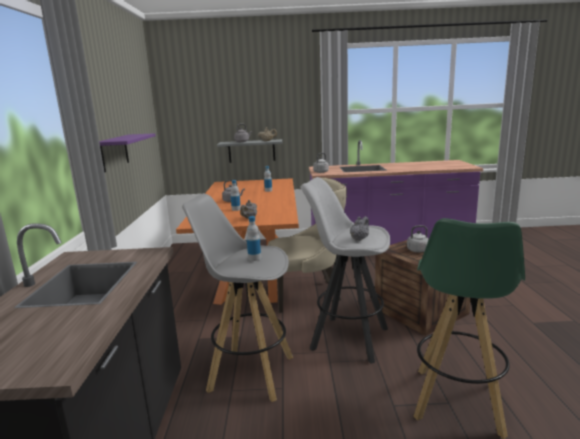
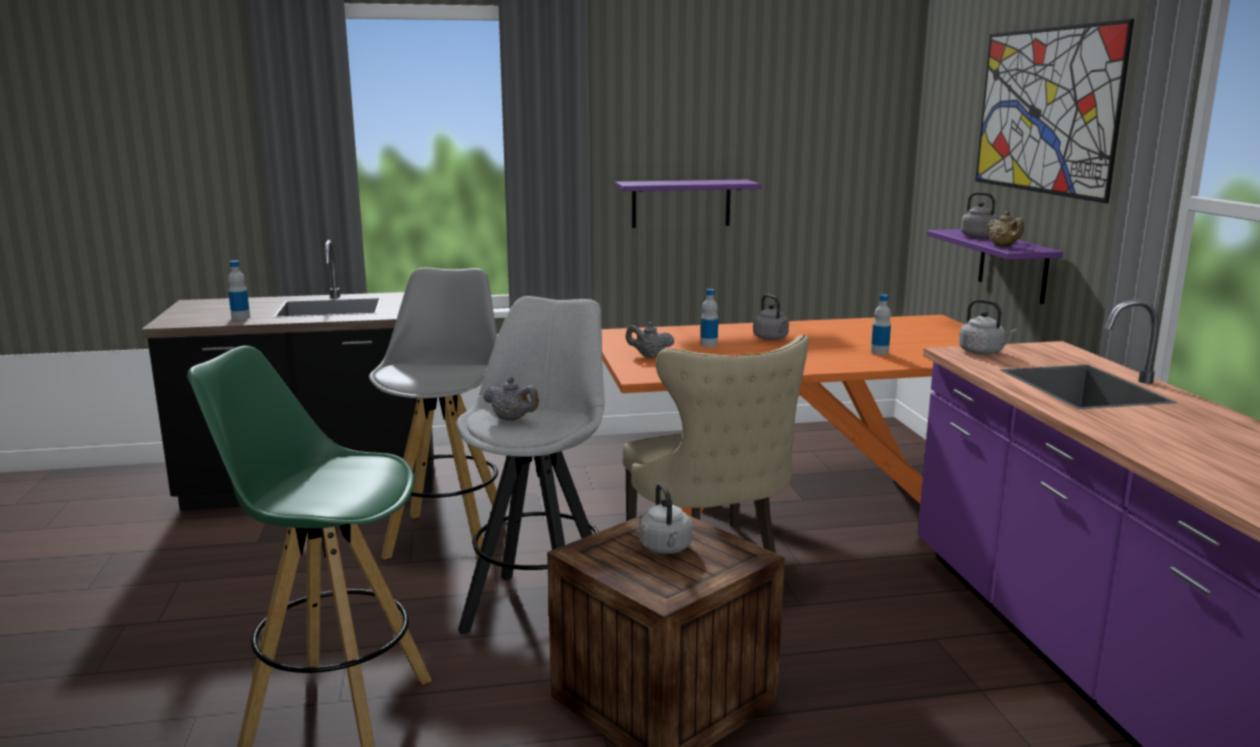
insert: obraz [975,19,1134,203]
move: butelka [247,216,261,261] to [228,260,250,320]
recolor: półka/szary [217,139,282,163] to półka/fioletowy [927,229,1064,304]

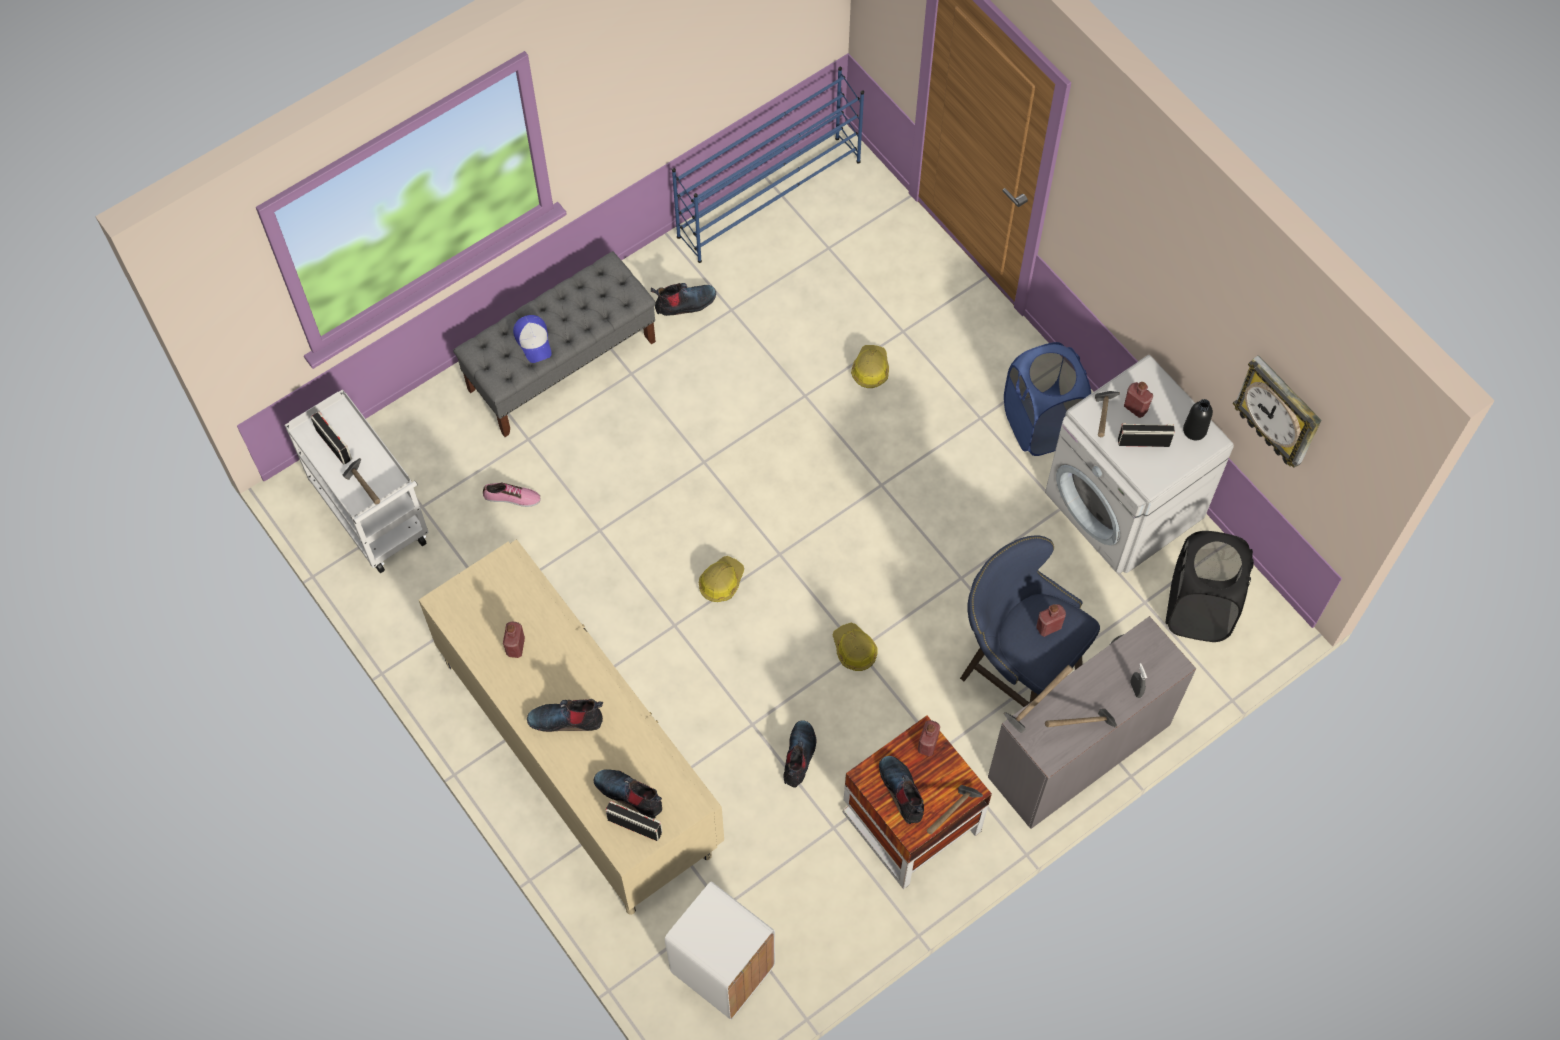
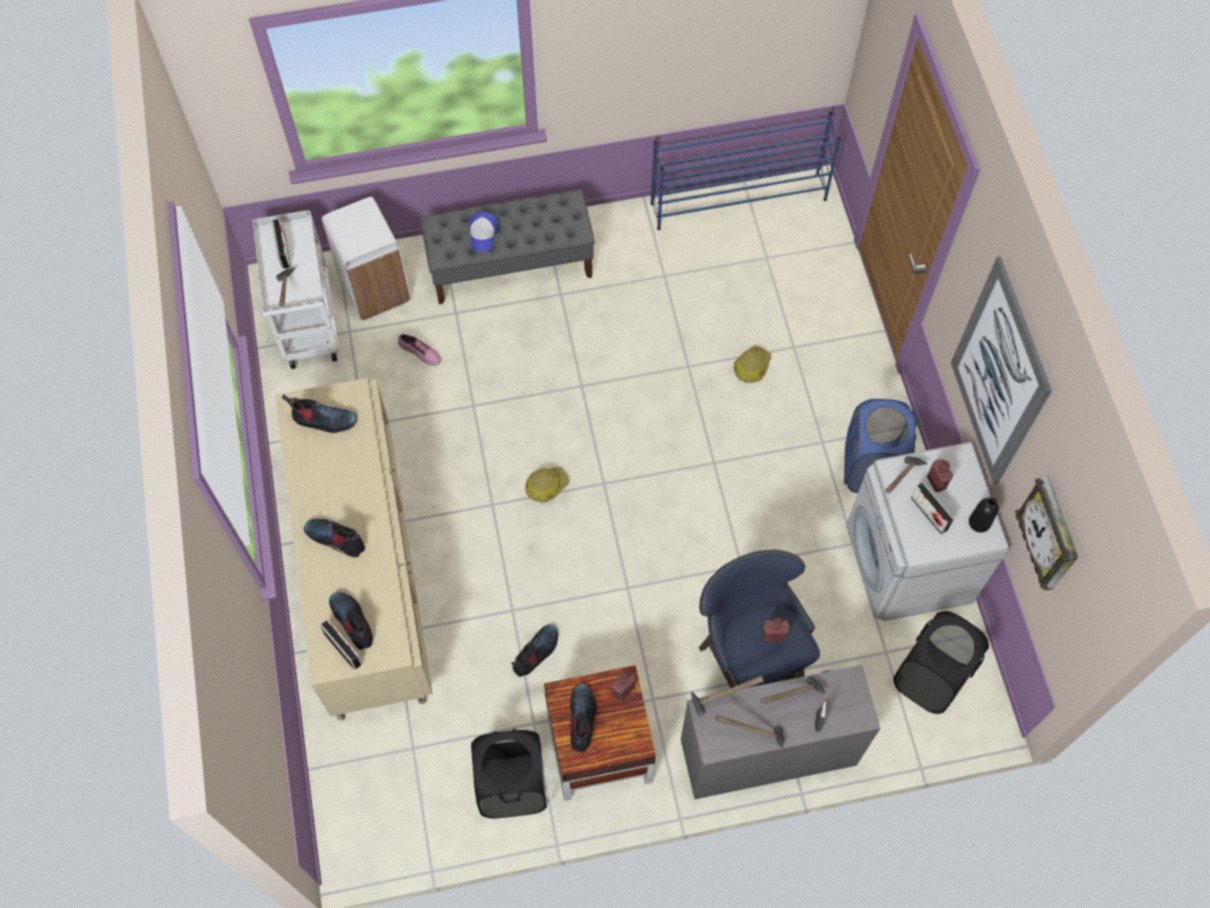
delete: butelka/czerwony [503,621,525,658]; kask [833,623,878,671]
insert: kosz na pranie/czarny [471,729,547,819]; obraz [951,256,1052,485]
move: but z cholewką [651,283,716,316] to [282,395,357,433]; kosz na śmieci/biały [665,881,775,1020] to [322,197,410,321]; młotek [927,785,983,834] to [761,676,826,705]
rotate: radio [1118,423,1175,447] = [911,482,954,534] 150 degrees counterclockwise

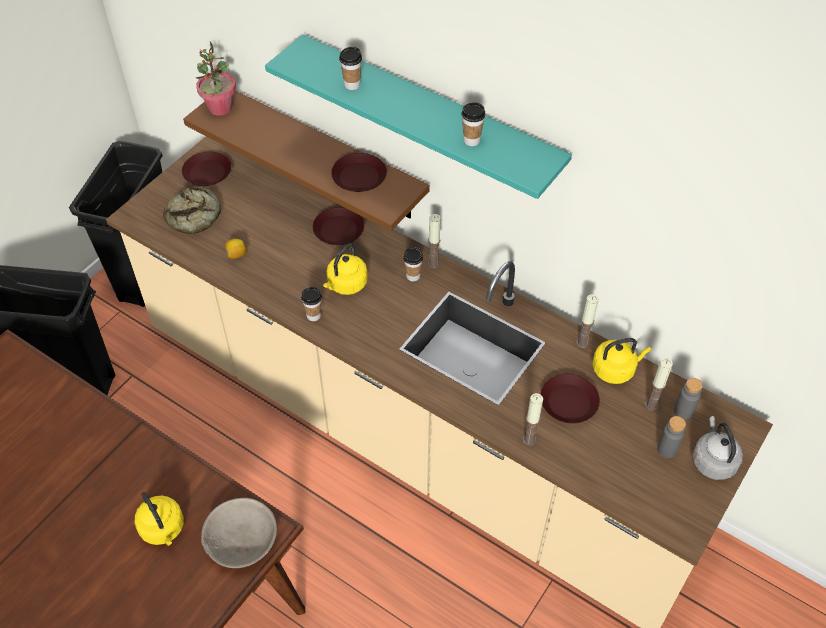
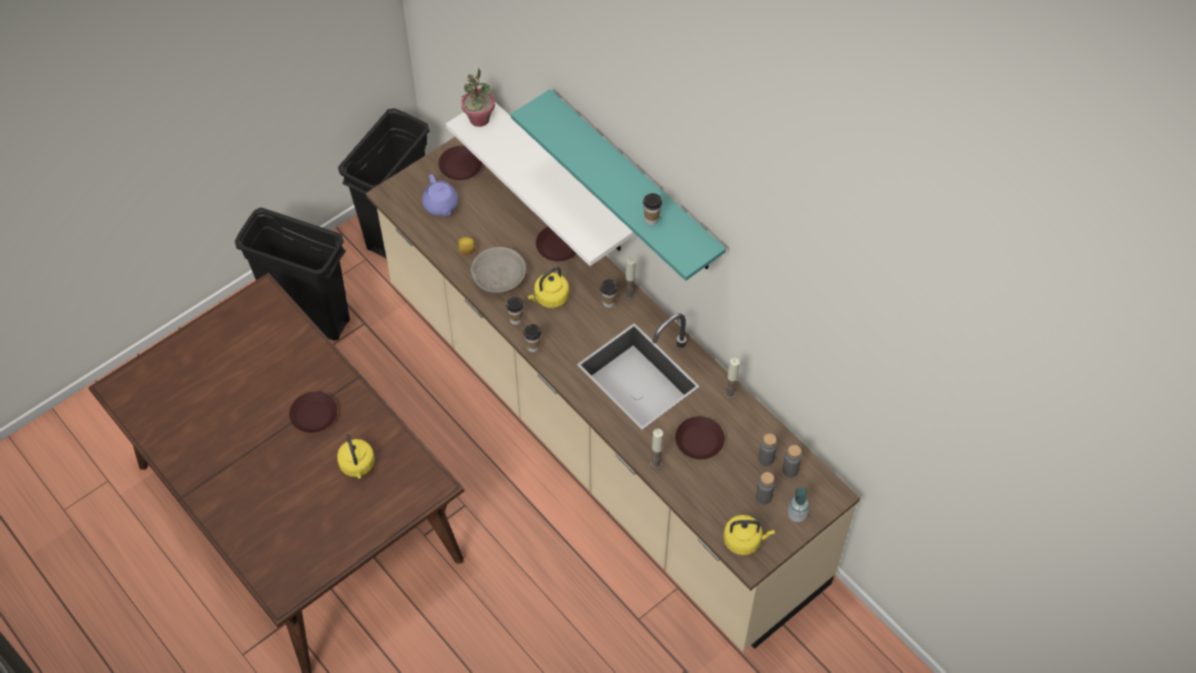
move: miska/szary [201,498,277,568] to [470,247,526,294]; talerz/brązowy [331,153,387,192] to [289,391,337,433]; filiżanka [339,47,362,90] to [523,324,541,352]; czajnik/żółty [593,338,651,384] to [723,515,775,555]
replace: chleb [163,187,221,234] to imbryk/fioletowy [422,174,459,217]; świeca [645,358,673,411] to butelka/szary [758,433,777,466]; czajnik/szary [693,416,743,480] to dozownik mydła [787,488,810,522]
recolor: półka/brązowy [183,90,430,231] to półka/biały [446,102,634,266]

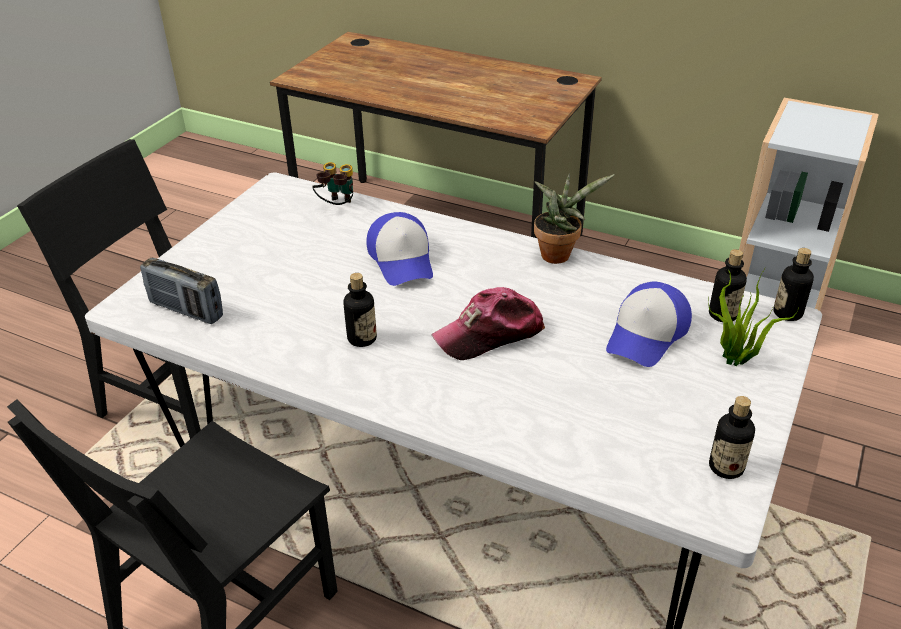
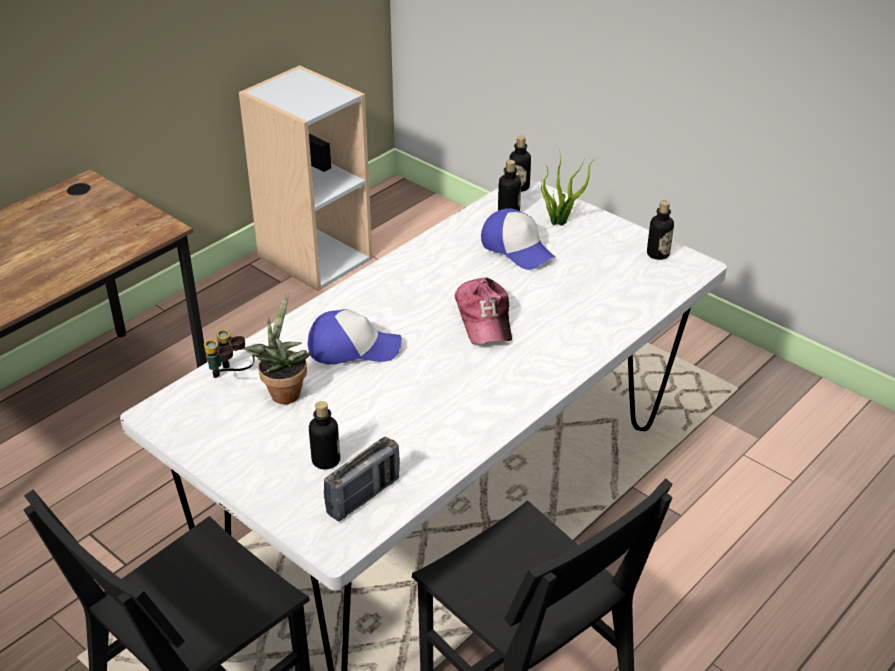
move: butelka [343,273,377,347] to [309,401,340,470]; roślina doniczkowa [534,173,615,264] to [243,293,311,404]

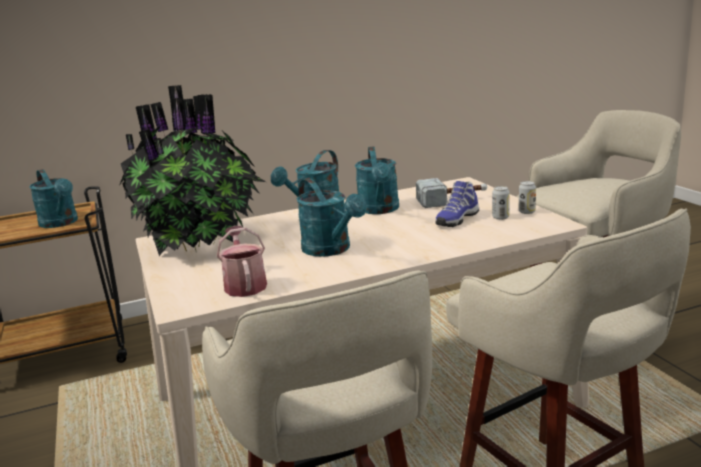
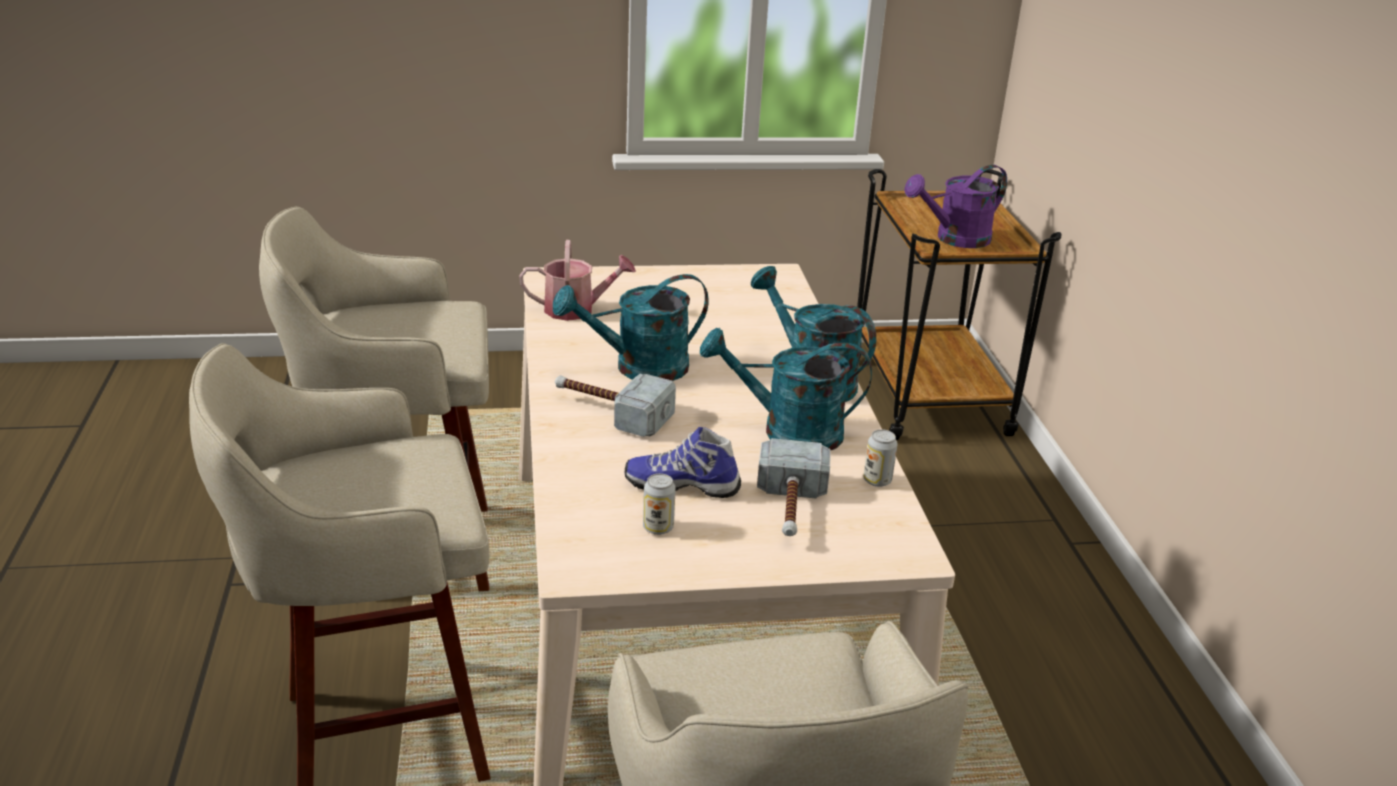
delete: roślina doniczkowa [120,85,266,256]
insert: młotek [555,374,676,437]
move: puszka [519,181,536,214] to [863,429,898,487]
recolor: konewka/turkusowy [29,169,78,228] to konewka/fioletowy [904,165,1007,248]
rotate: but [435,181,479,227] = [625,427,741,498] 45 degrees counterclockwise

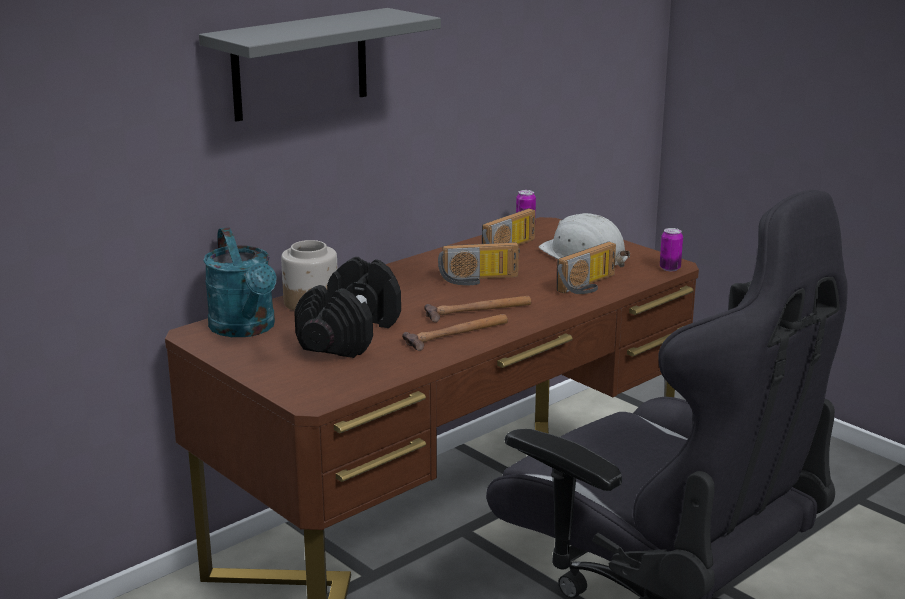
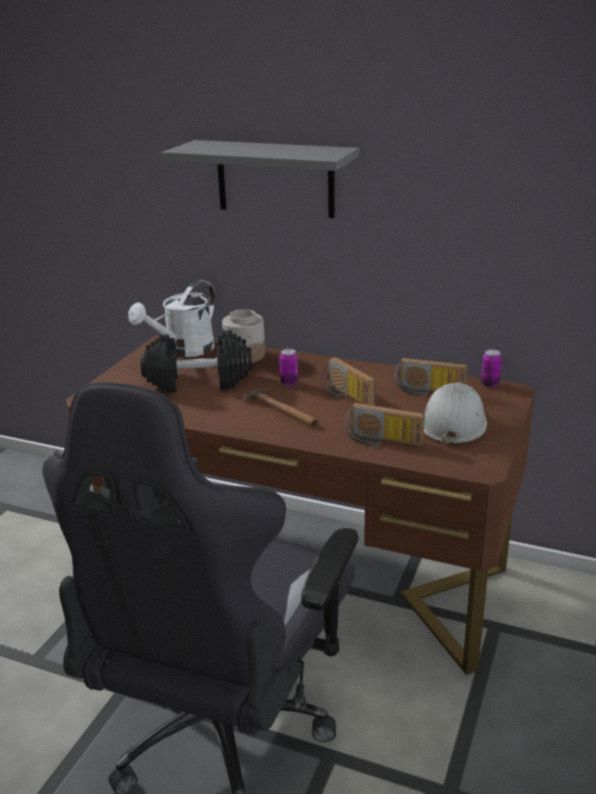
delete: młotek [402,314,508,351]
move: puszka [660,228,683,271] to [279,349,298,386]
recolor: konewka/turkusowy [203,227,277,337] to konewka/biały [128,280,215,357]

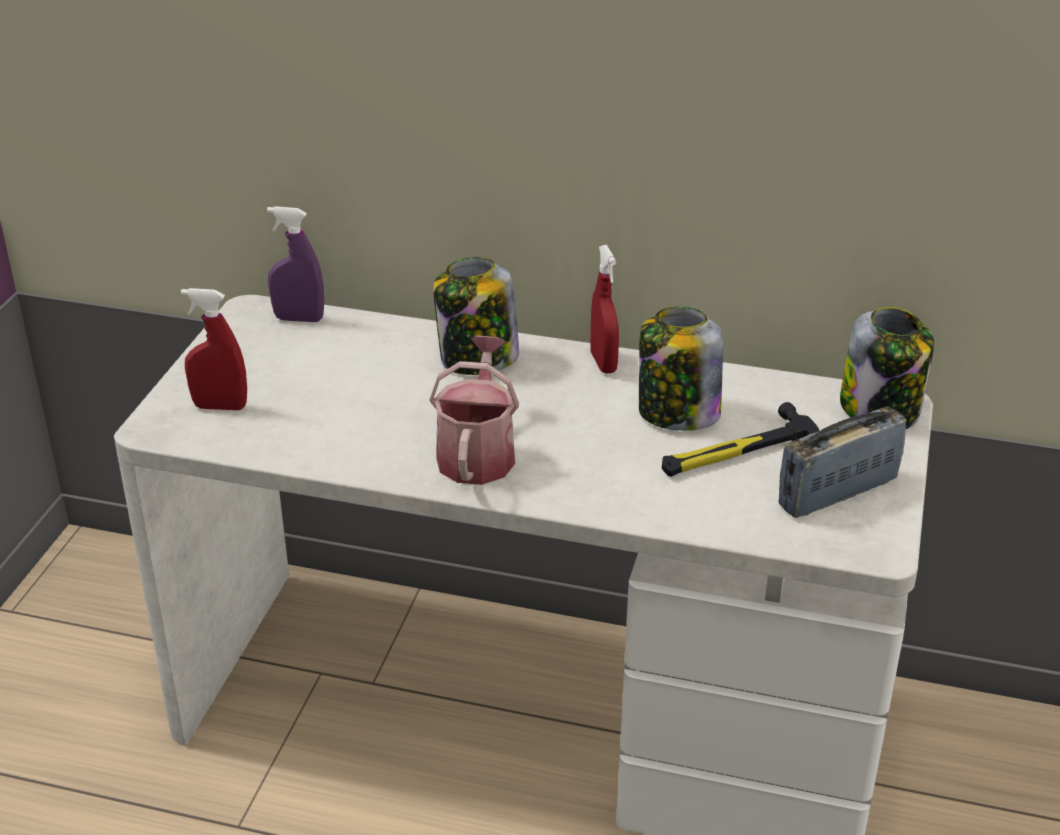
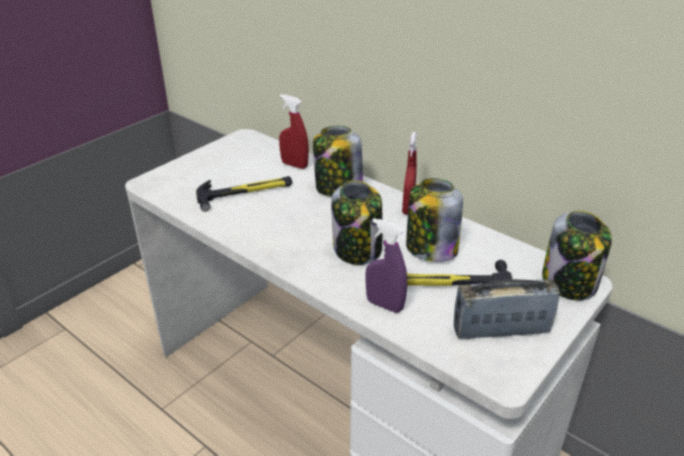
delete: konewka [429,336,519,485]
insert: młotek [196,176,292,212]; słoik [331,181,383,265]
move: spryskiwacz/czerwony [181,288,247,410] to [279,94,309,169]; spryskiwacz/fioletowy [267,206,324,322] to [365,218,407,313]

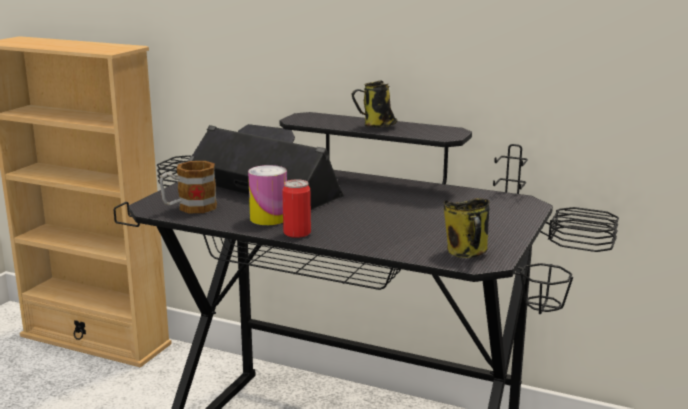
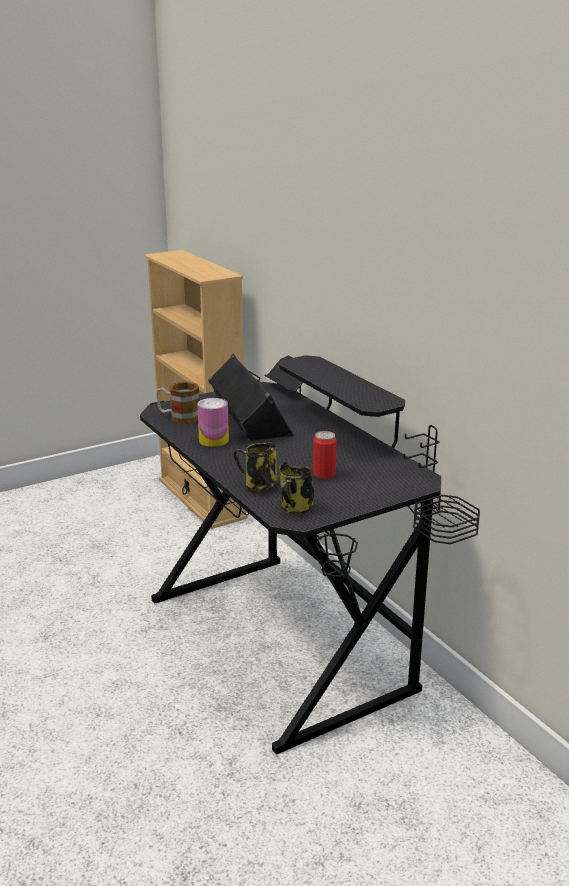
move: puszka [282,179,311,238] to [313,431,337,479]; kubek [351,81,397,128] to [234,442,278,491]

